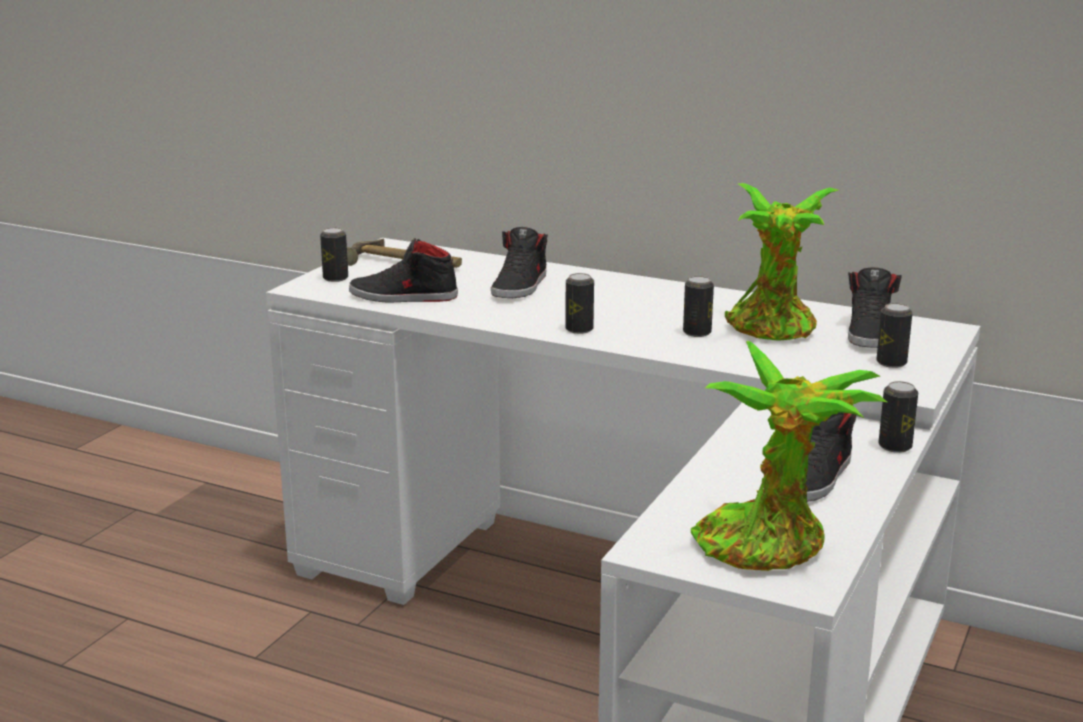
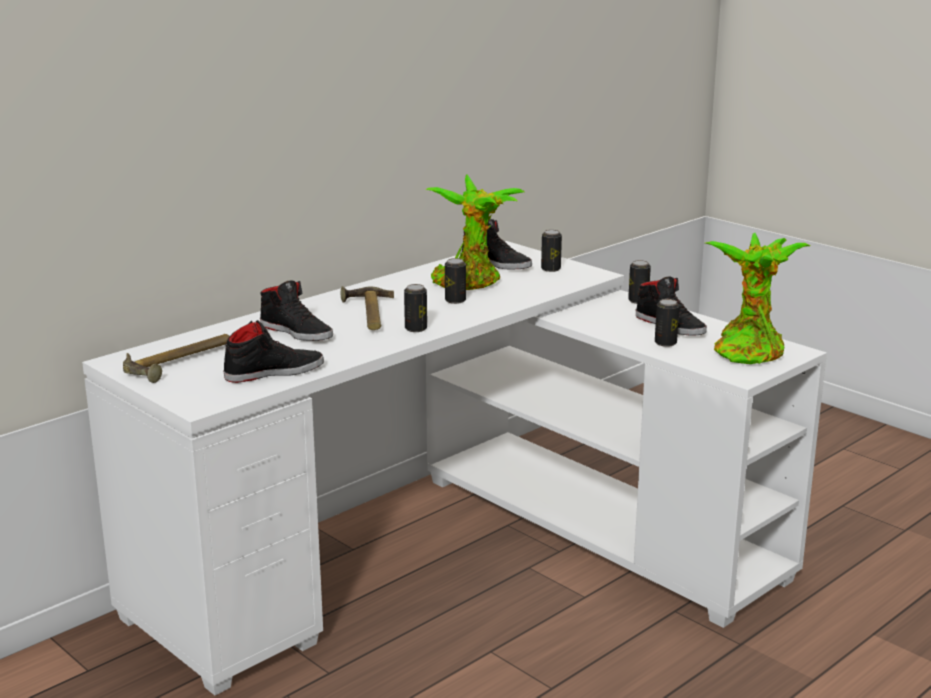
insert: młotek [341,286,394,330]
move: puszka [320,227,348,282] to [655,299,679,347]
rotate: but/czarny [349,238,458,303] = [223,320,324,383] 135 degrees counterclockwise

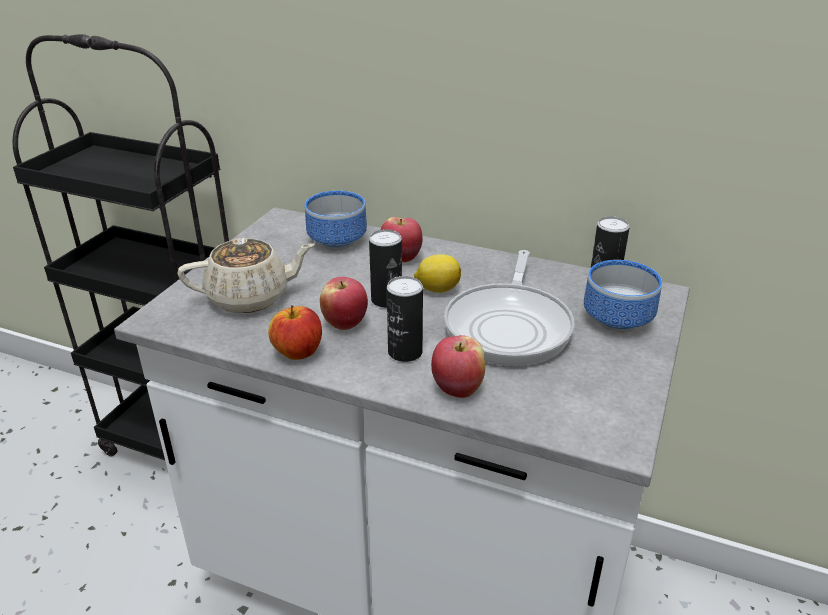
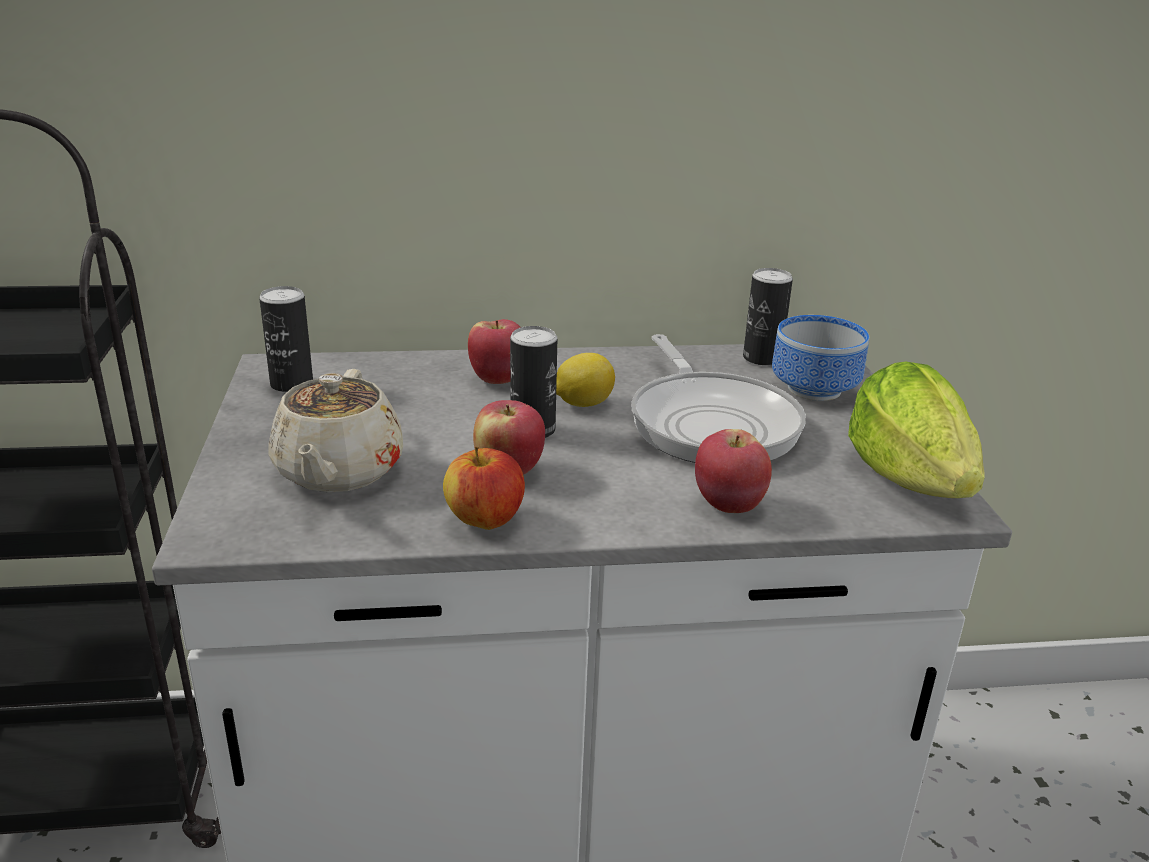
delete: miska [305,191,367,250]
insert: sałata [848,362,984,498]
move: puszka [387,276,423,362] to [259,286,313,392]
rotate: imbryk/beżowy [177,238,315,313] = [268,369,403,492] 135 degrees clockwise

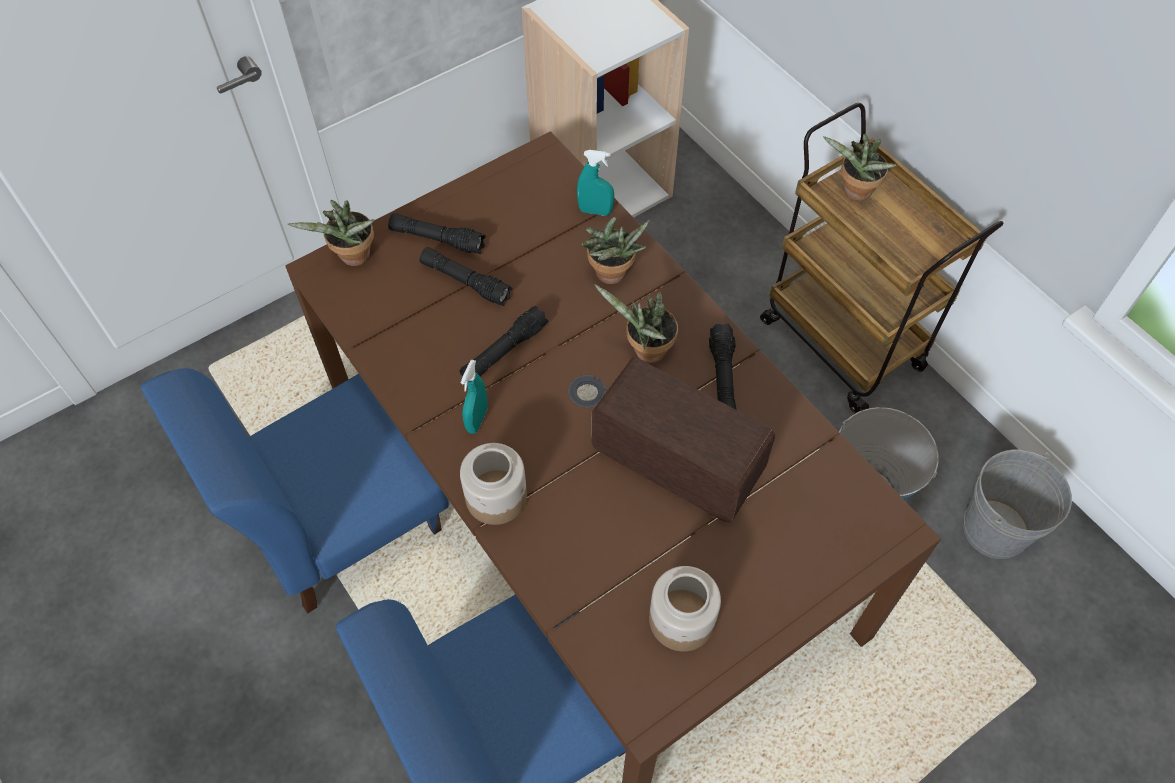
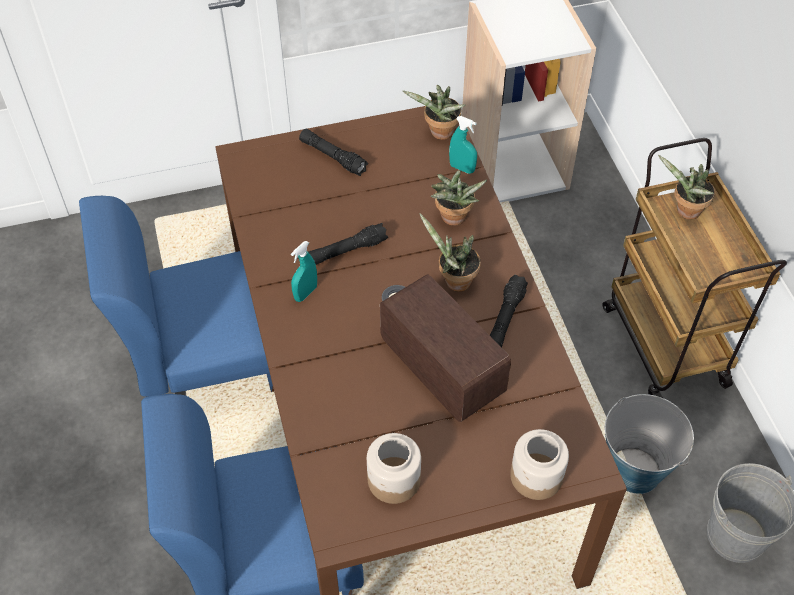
delete: latarka/czarny [420,247,512,306]
move: roślina doniczkowa [287,200,375,266] to [403,85,465,140]; słoik [460,443,527,525] to [510,429,569,500]

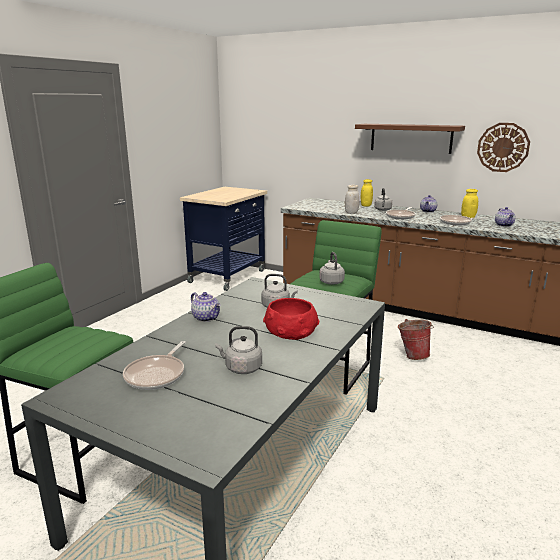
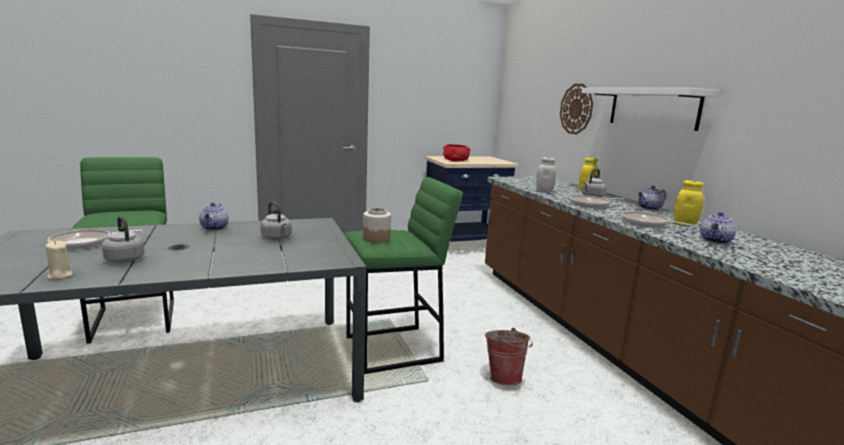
insert: świeca/beżowy [45,241,73,279]
move: miska/czerwony [263,298,319,340] to [443,144,470,161]; zegar ścienny [477,123,530,172] to [560,84,593,134]
replace: czajnik/szary [319,252,345,285] to słoik [363,208,391,243]
recolor: półka/brązowy [355,124,465,154] to półka/biały [582,88,720,131]

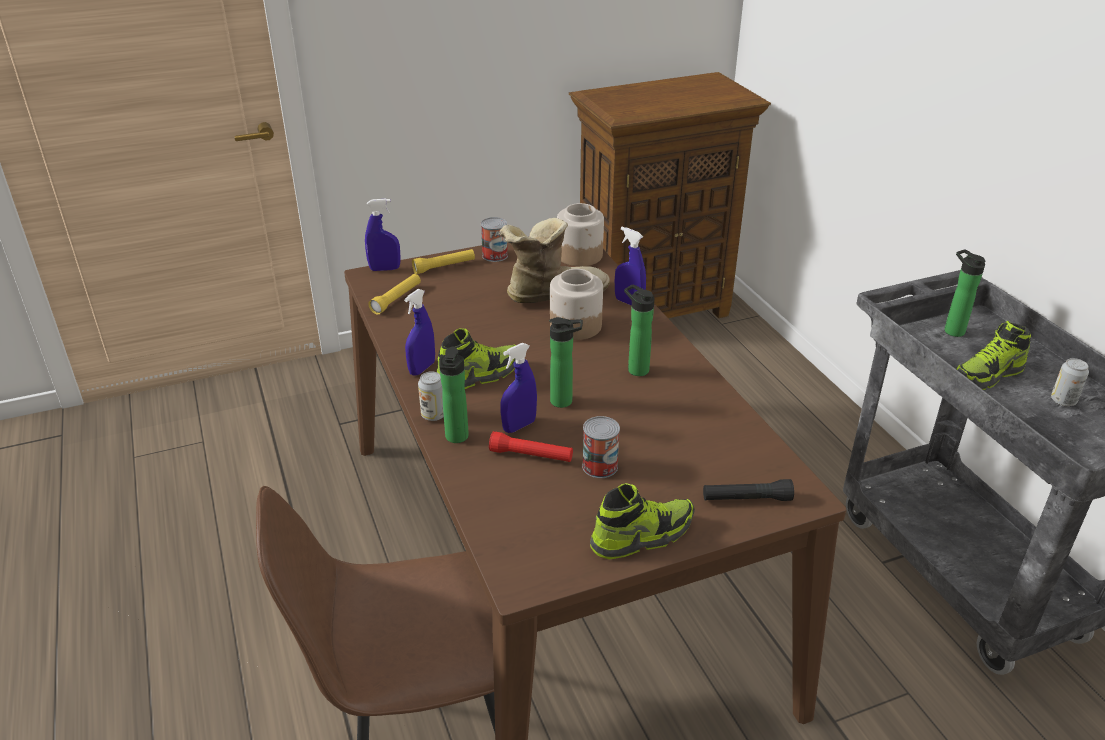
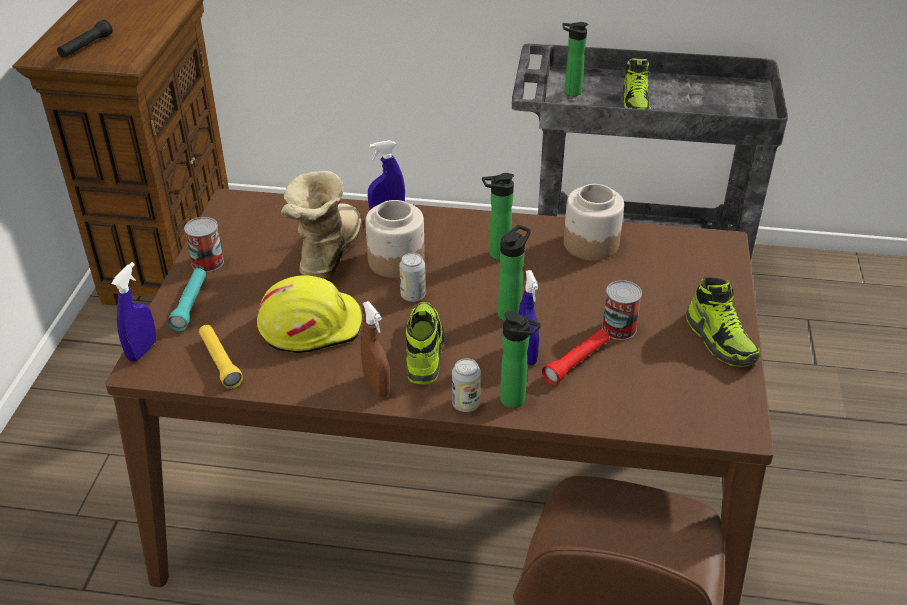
insert: kask/żółty [257,275,363,353]
move: słoik [557,203,604,266] to [564,184,624,261]; latarka/czarny [703,479,794,501] to [57,20,113,58]; puszka [1051,358,1089,406] to [399,253,426,302]
recolor: spryskiwacz/niebieski [404,289,435,376] to spryskiwacz/brązowy [361,301,390,397]; latarka/żółty [412,249,475,274] to latarka/turkusowy [168,268,206,331]
rotate: but [590,483,695,559] = [686,277,760,367] 150 degrees clockwise

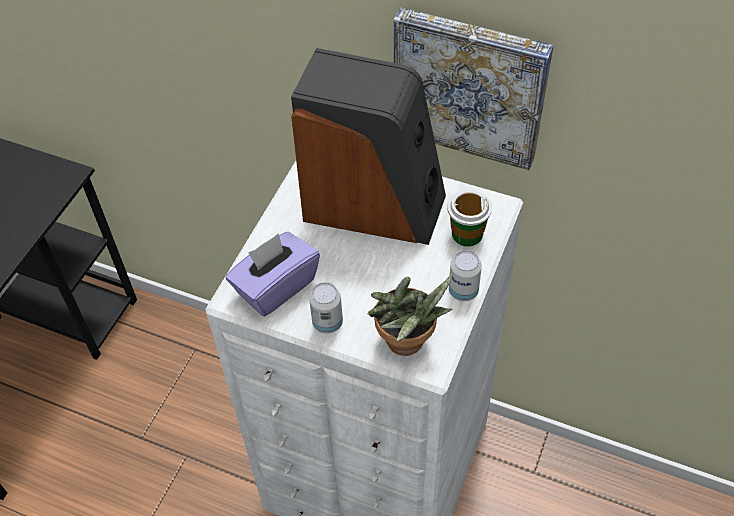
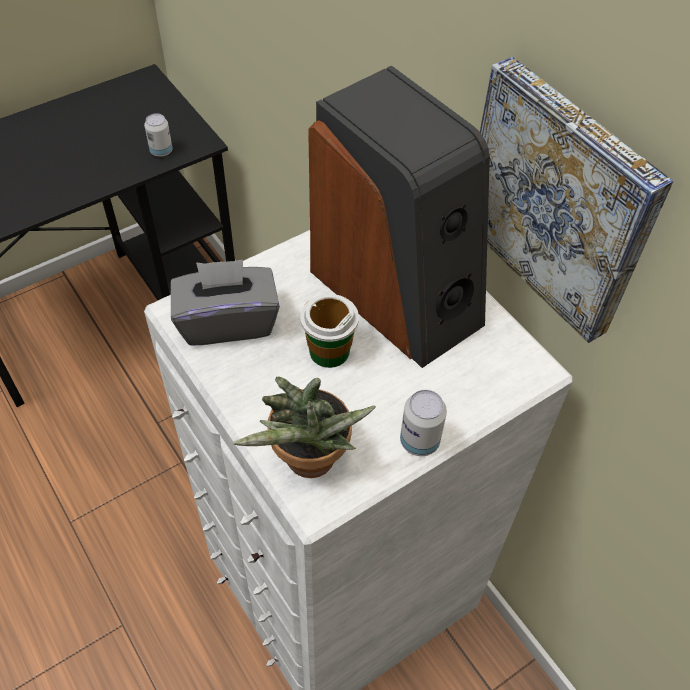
move: puszka [309,282,343,333] to [144,113,173,157]; filiżanka [447,190,492,247] to [300,294,359,368]
recolor: pudełko chusteczek/fioletowy [226,232,320,316] to pudełko chusteczek/szary [171,260,280,346]

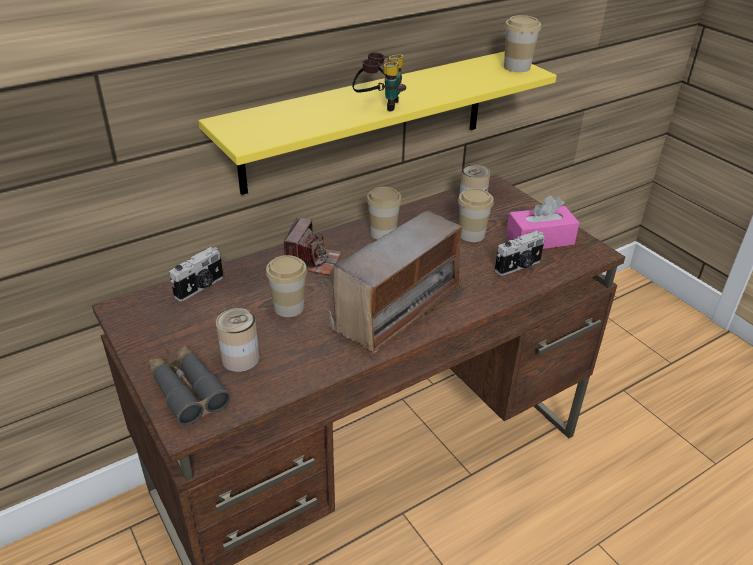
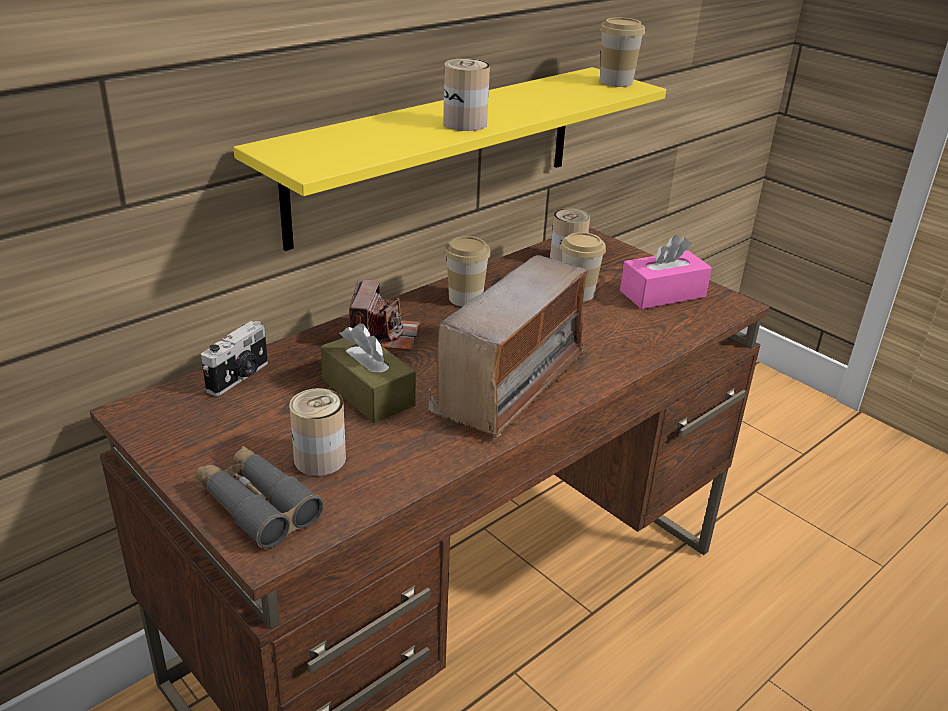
delete: aparat fotograficzny [495,231,545,276]
replace: filiżanka [266,255,307,317] to pudełko chusteczek/brązowy [321,323,416,423]; lornetka [352,52,406,112] to puszka [443,58,490,131]

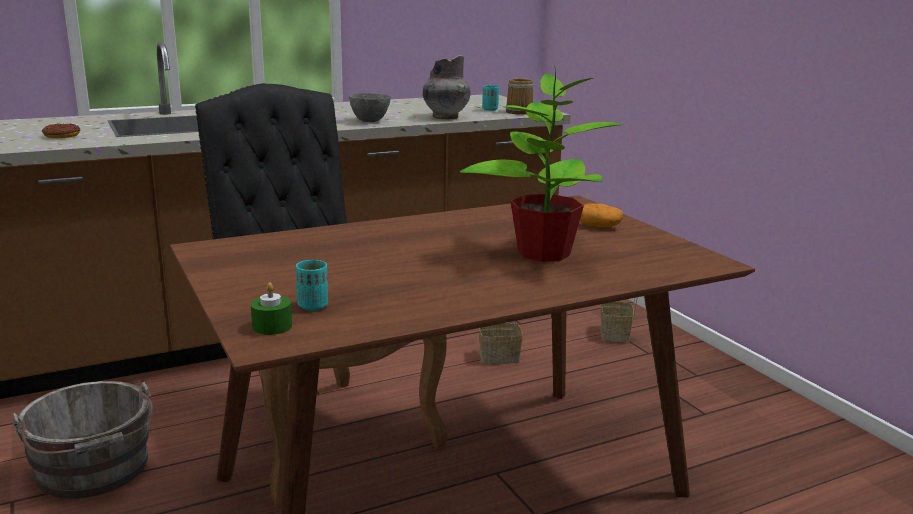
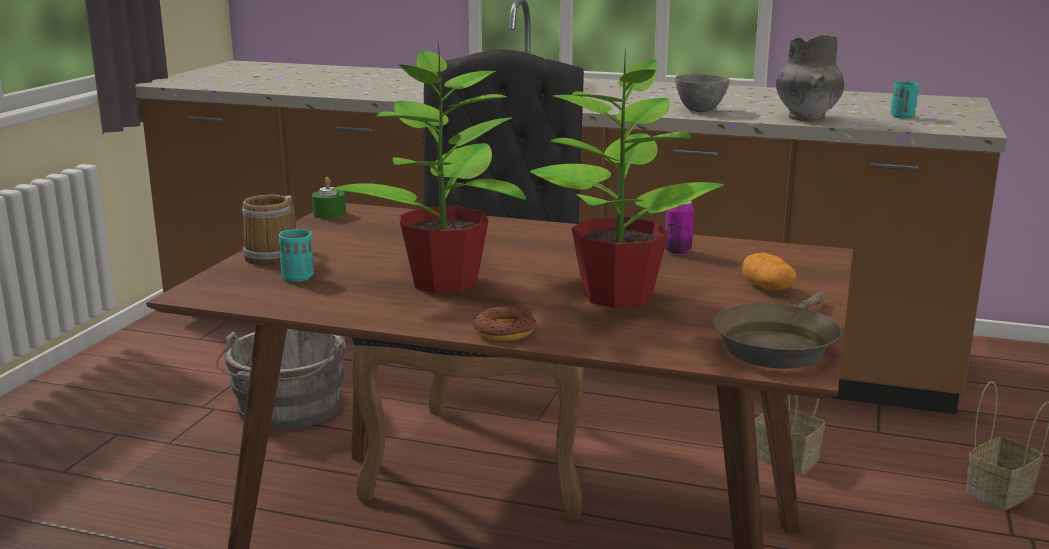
insert: roślina doniczkowa [331,45,526,293]; puszka [665,201,694,255]; patelnia/brązowy [713,292,841,369]
move: donut [42,123,80,138] to [473,306,537,341]; świeca/zielony [251,283,292,335] to [312,177,346,219]; kubek [506,78,533,115] to [242,194,296,265]

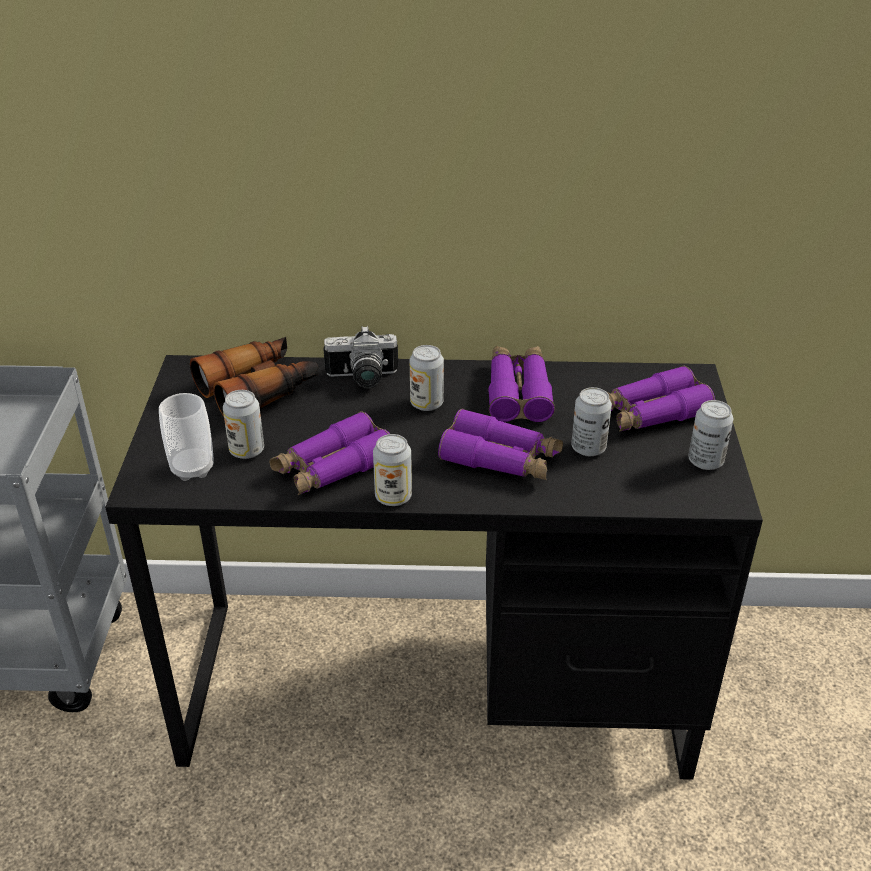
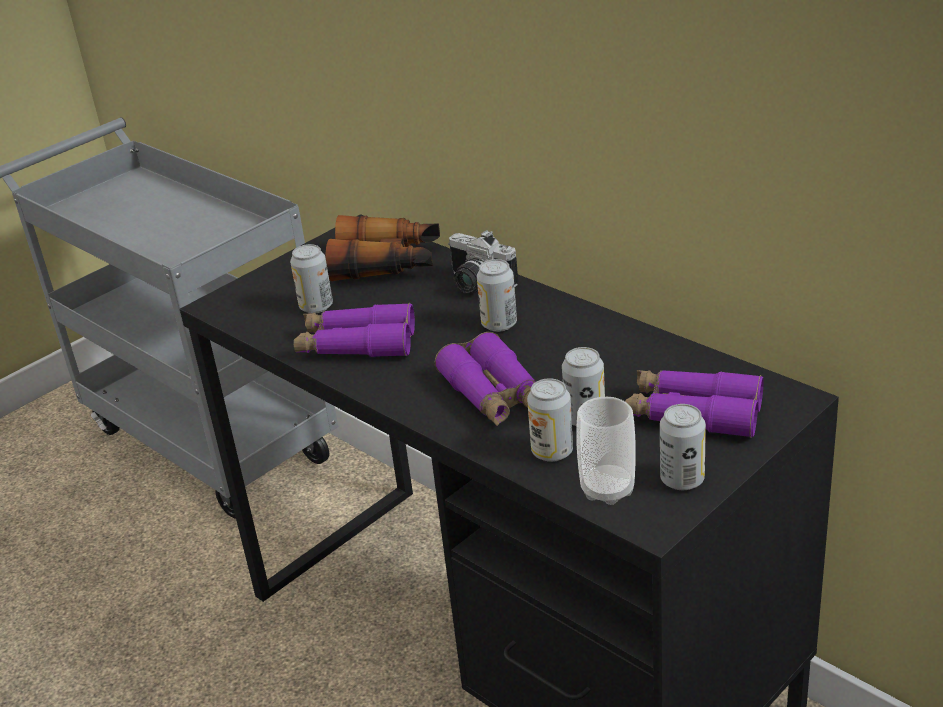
delete: lornetka/fioletowy [488,346,555,422]
move: filiżanka [159,393,214,481] to [576,397,636,505]; puszka [373,434,412,506] to [527,378,573,462]

